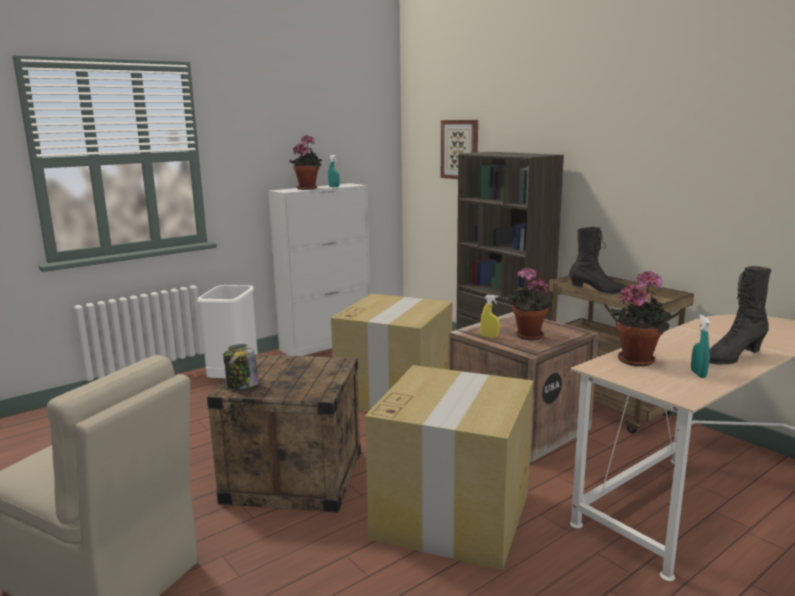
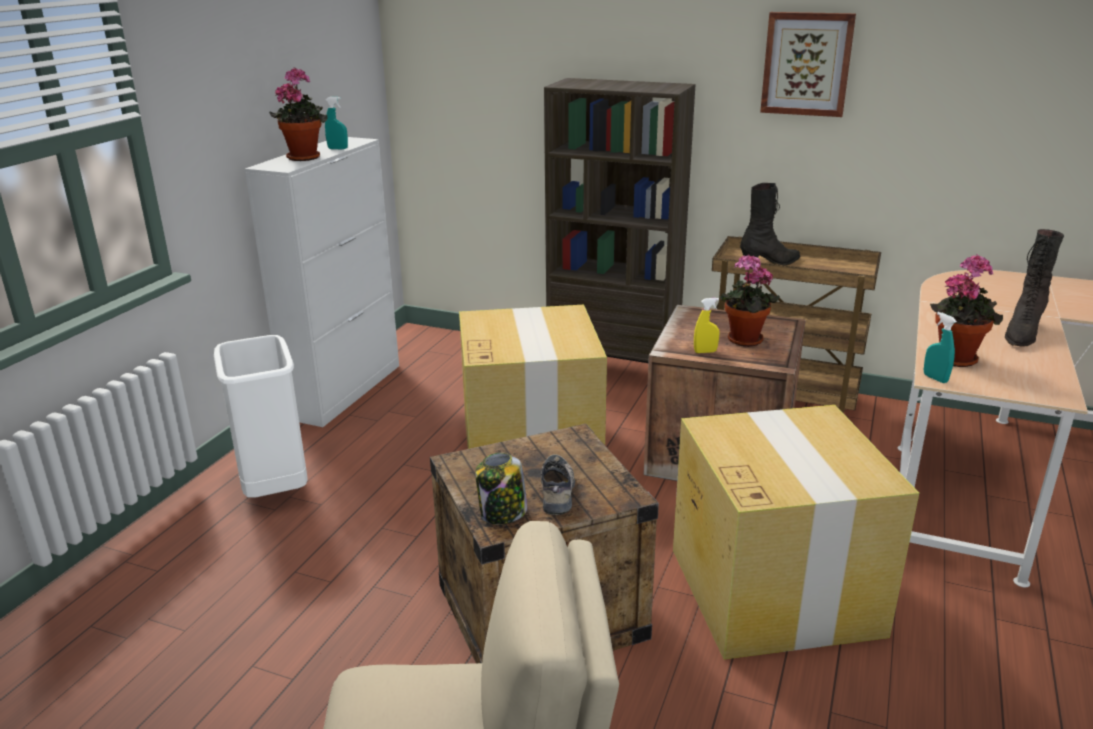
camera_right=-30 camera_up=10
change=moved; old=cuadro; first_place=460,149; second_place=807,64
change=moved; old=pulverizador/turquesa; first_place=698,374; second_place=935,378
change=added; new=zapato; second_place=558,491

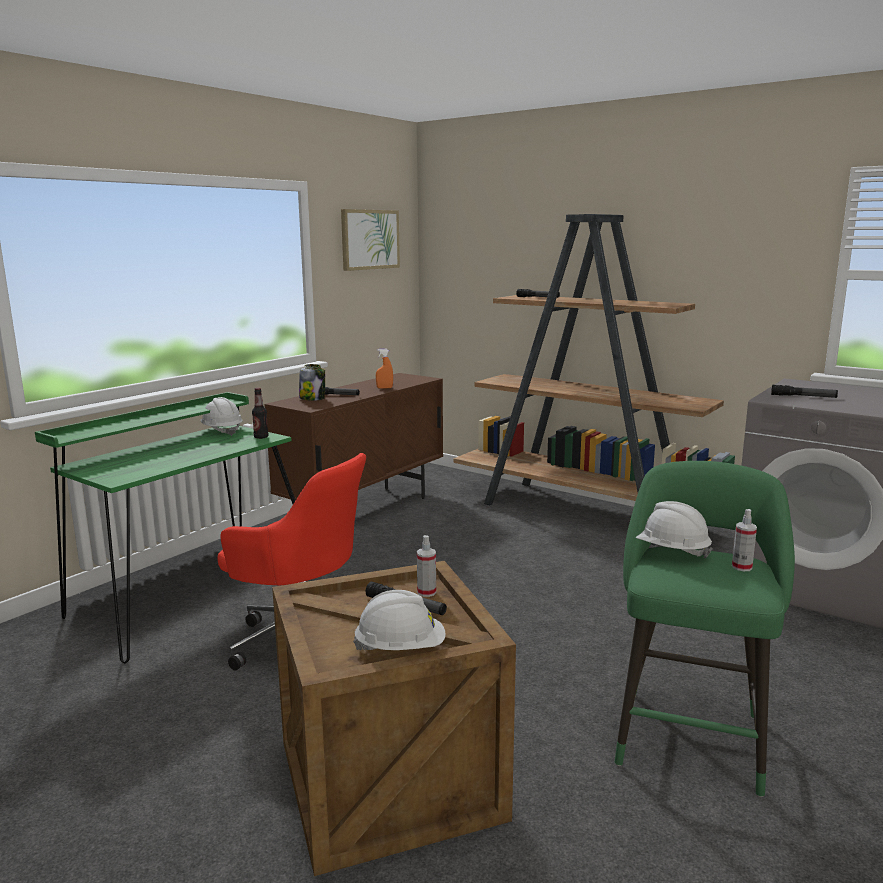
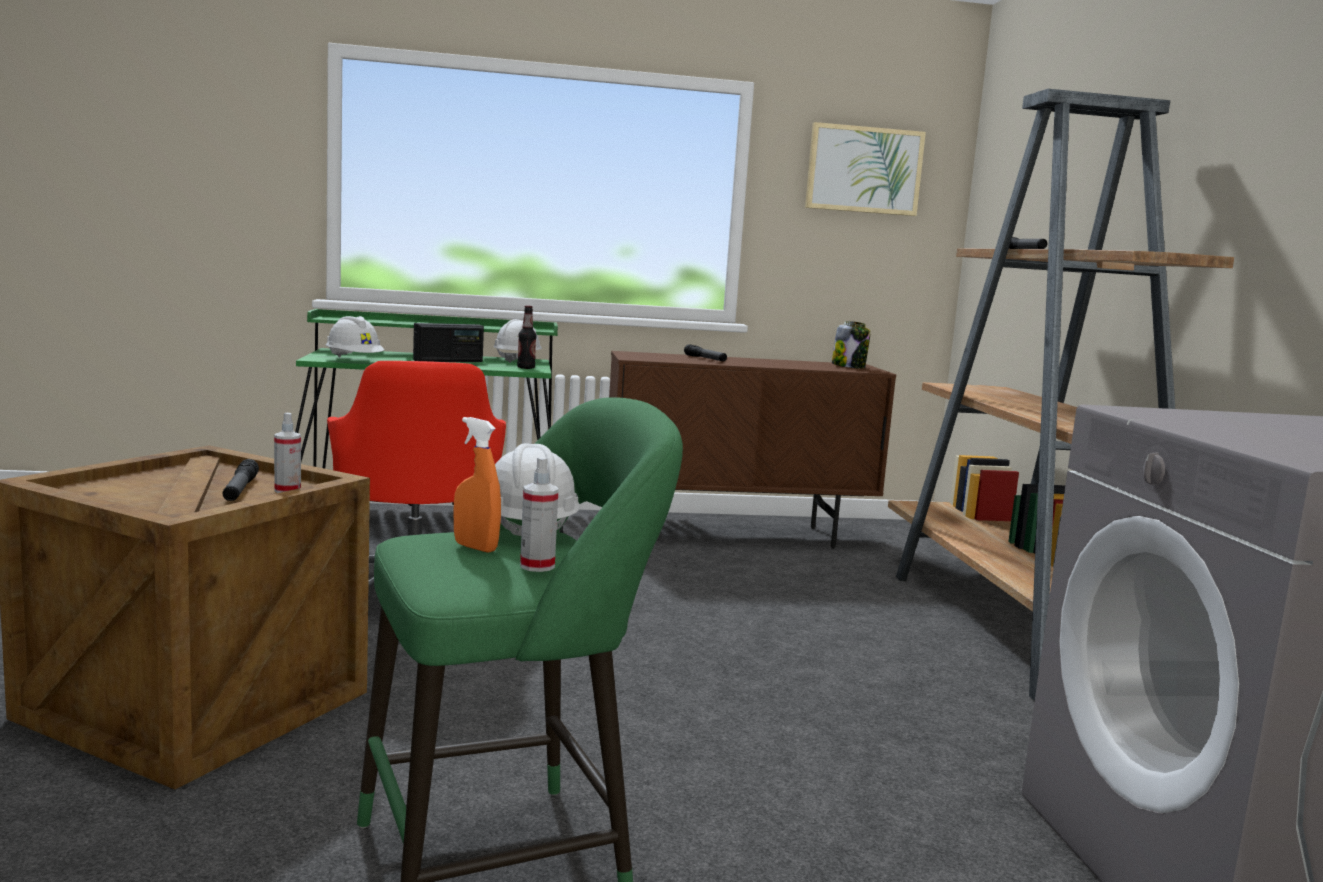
camera_right=45 camera_up=-5
change=moved; old=pulverizador/naranja; first_place=384,388; second_place=475,547
change=moved; old=tarro; first_place=312,398; second_place=849,366
change=removed; old=linterna; first_place=803,396
change=moved; old=casco/blanco; first_place=400,649; second_place=354,361
change=added; new=radio; second_place=448,361

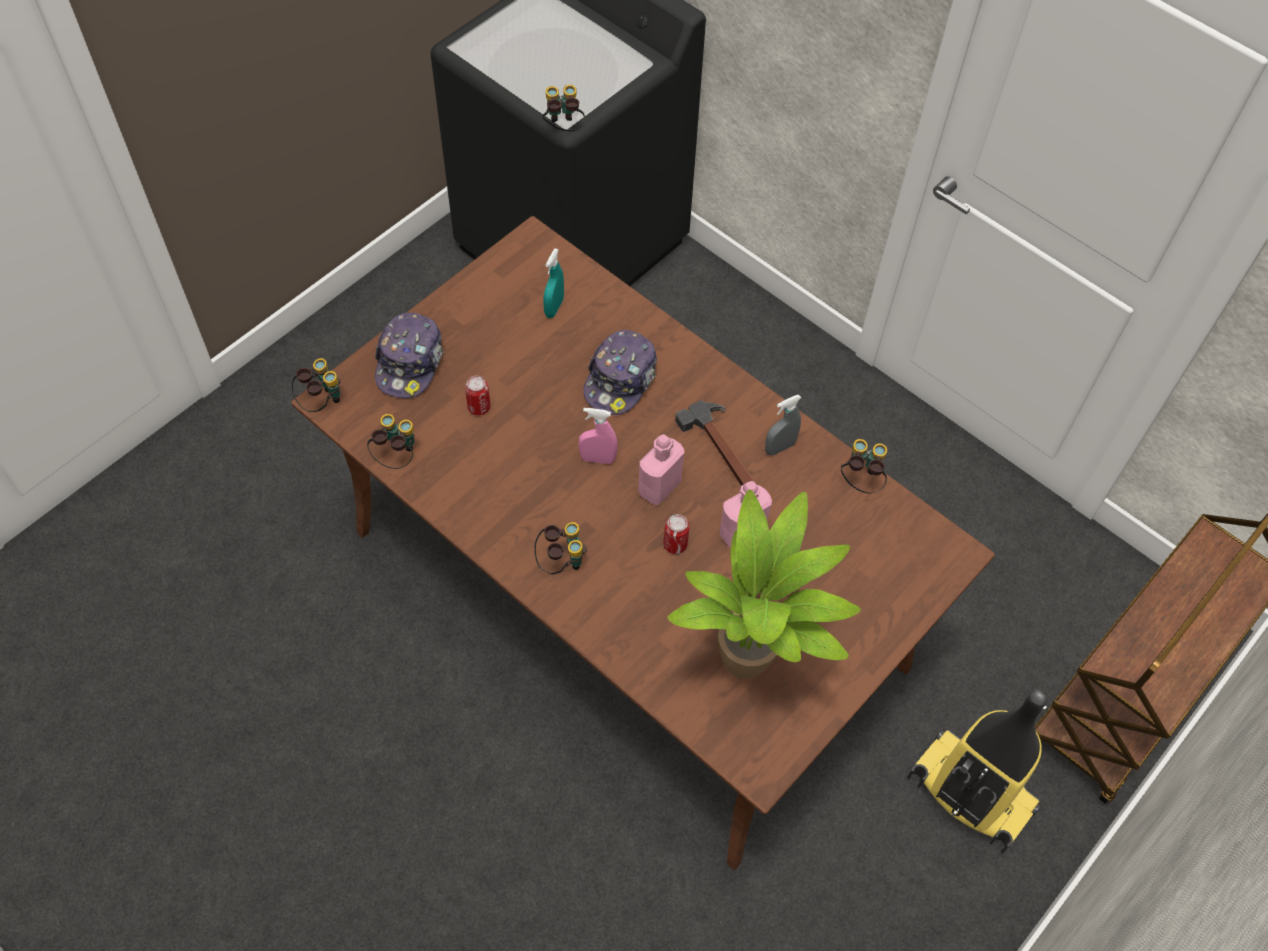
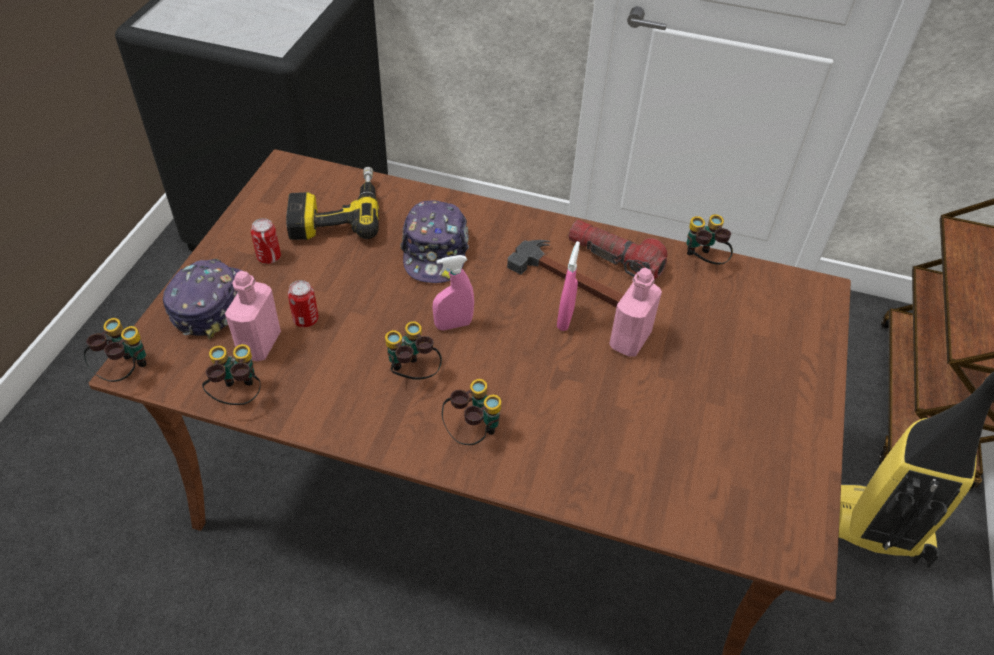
camera_right=-25 camera_up=-10
change=moved; old=prismáticos; first_place=563,128; second_place=412,374
change=replaced; old=pulverizador/turquesa; new=taladro; first_place=554,307; second_place=336,213
change=turned; old=gorra; first_place=410,363; second_place=211,303; degrees=-150
change=replaced; old=pulverizador/gris; new=linterna; first_place=779,447; second_place=615,259
change=moved; old=botella/rosa; first_place=659,487; second_place=259,344
change=removed; old=planta en maceta; first_place=751,665
change=moved; old=lata; first_place=675,544; second_place=269,257
change=added; new=pulverizador/rosa; second_place=565,319

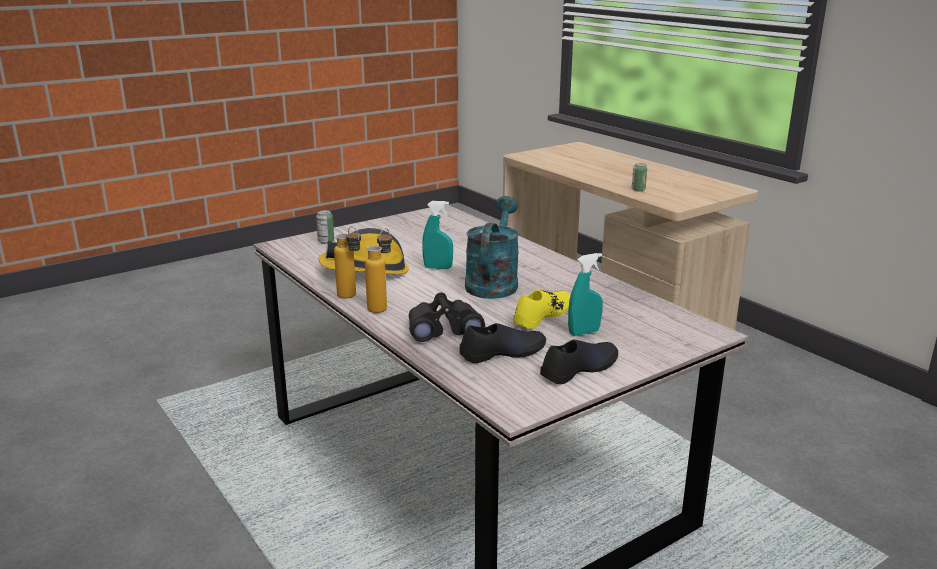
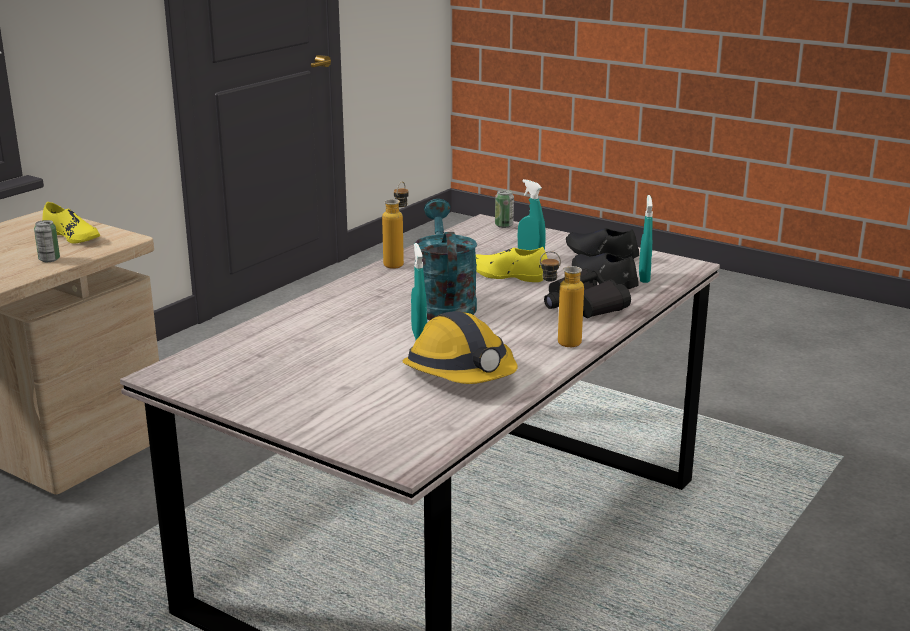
camera_right=-110 camera_up=0
change=turned; old=regadera/turquesa; first_place=493,282; second_place=443,303; degrees=90
change=moved; old=lata; first_place=326,241; second_place=504,225
change=moved; old=botella; first_place=351,297; second_place=397,263
change=added; new=pulverizador/turquesa; second_place=644,278
change=added; new=zapato/amarillo; second_place=72,236

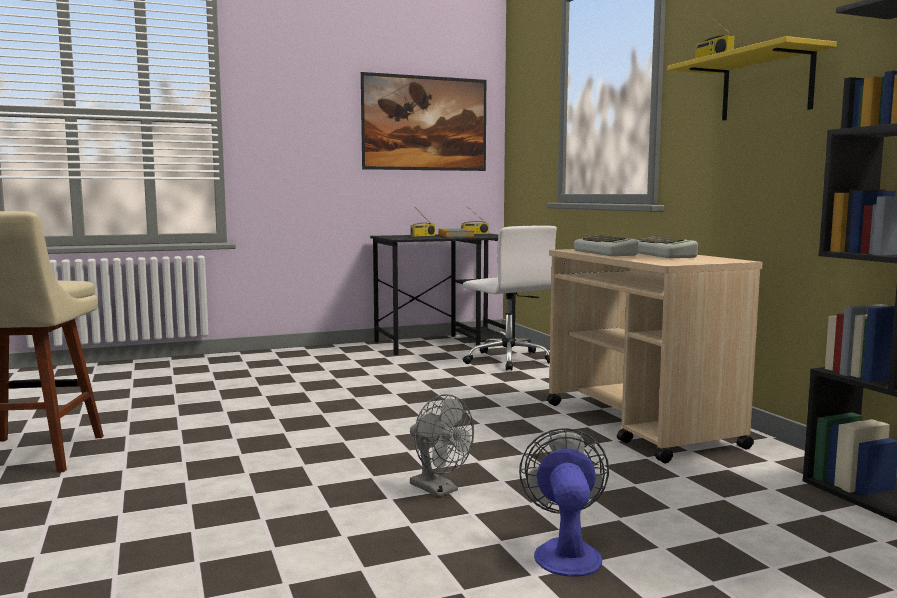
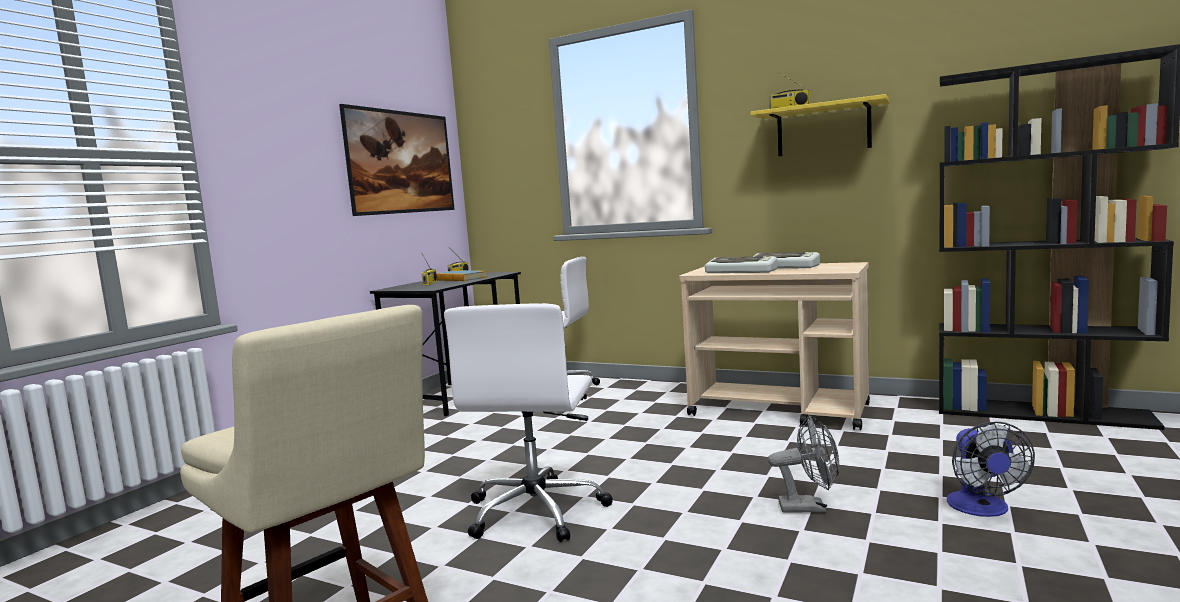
camera_right=-40 camera_up=0
change=turned; old=ventilador; first_place=565,552; second_place=982,509; degrees=-135
change=added; new=silla de oficina/blanco; second_place=537,511

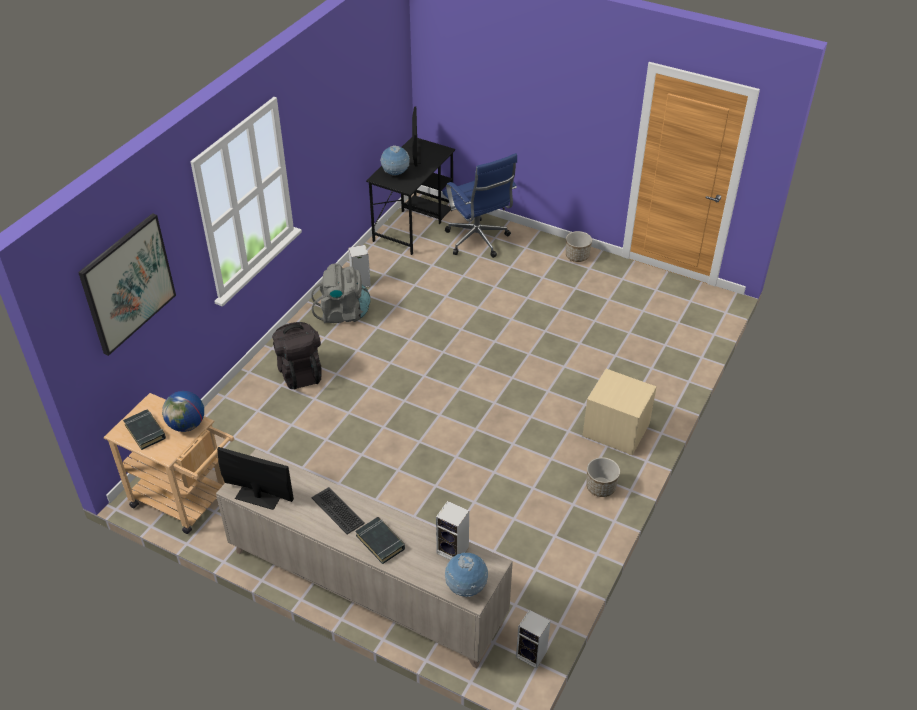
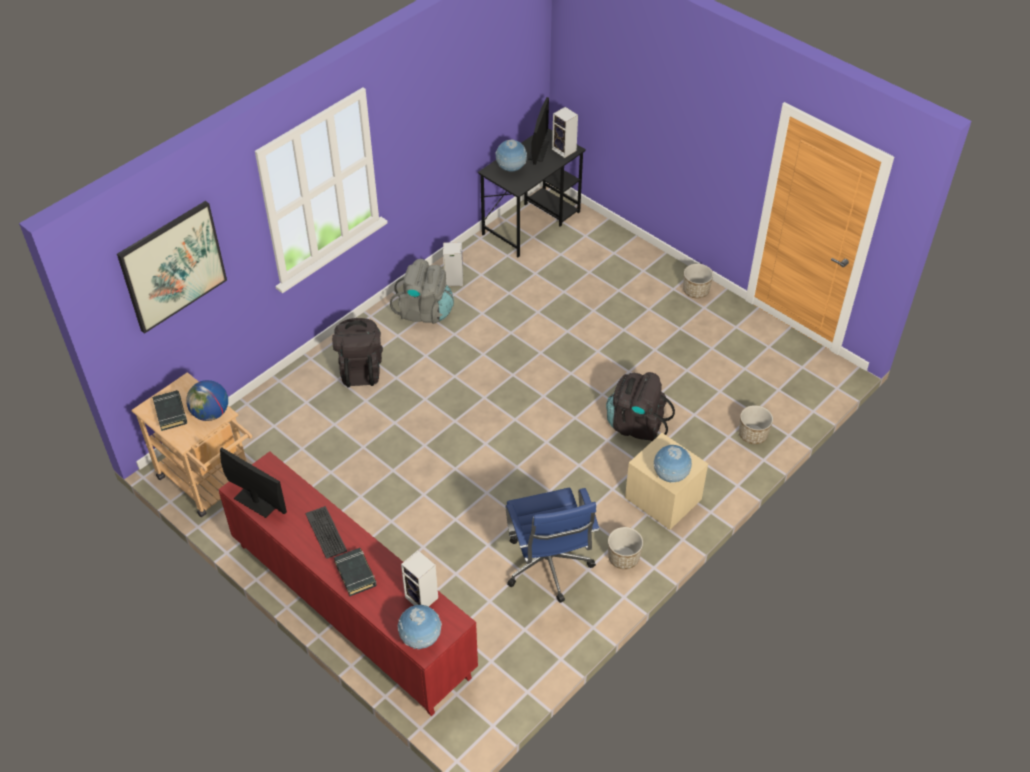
camera_right=15 camera_up=5
change=moved; old=silla de oficina/azul; first_place=478,241; second_place=549,568
change=recoloured; old=armario/beis; new=armario/rojo; first_place=366,588; second_place=351,610
change=moved; old=altavoz; first_place=532,654; second_place=565,150
change=added; new=mochila/negro; second_place=636,424
change=added; new=maceta; second_place=752,435
change=added; new=globo terráqueo; second_place=670,476

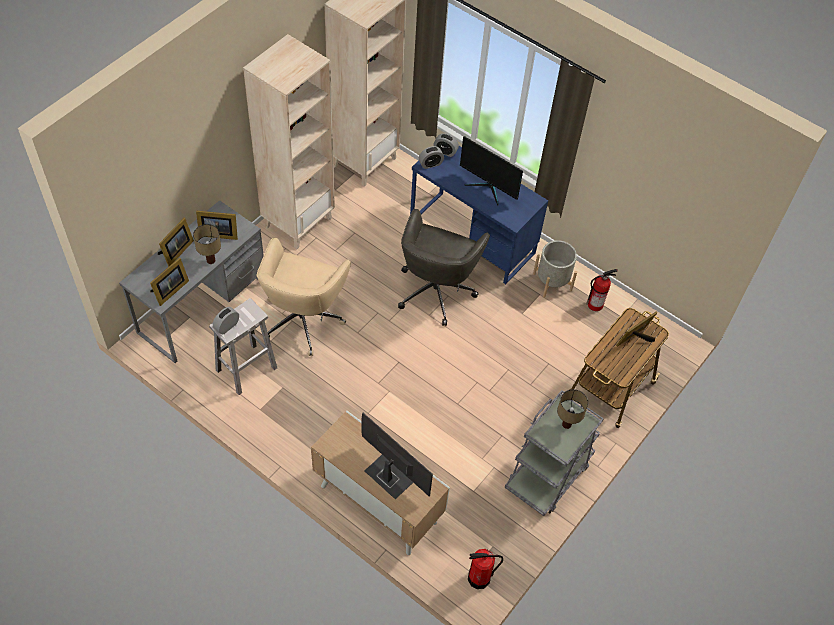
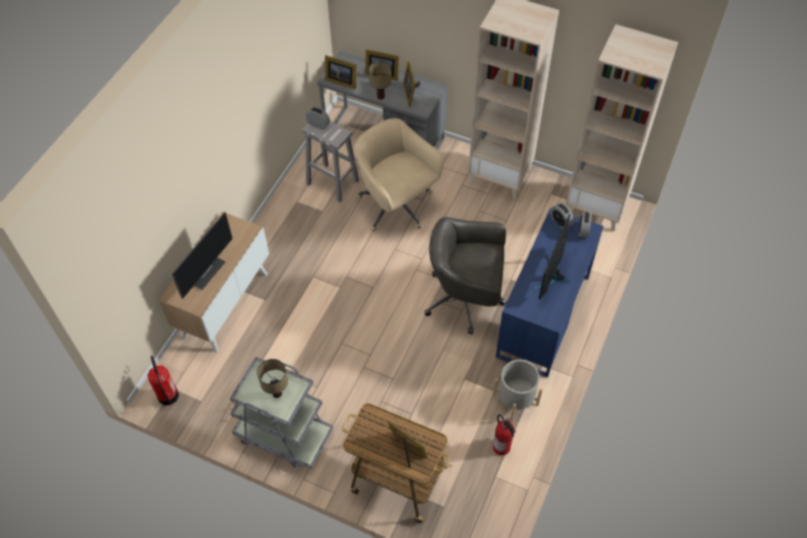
camera_right=80 camera_up=0
change=turned; old=silla de oficina/beis; first_place=303,318; second_place=396,207; degrees=45

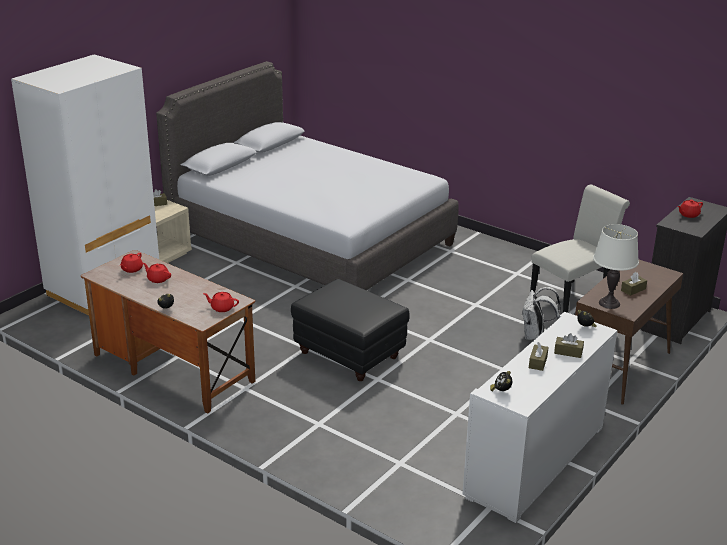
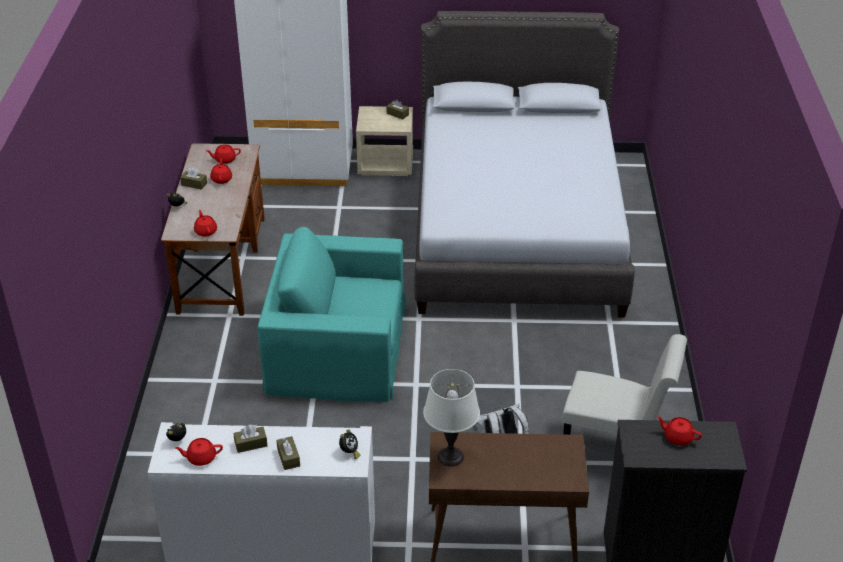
camera_right=55 camera_up=10
change=moved; old=caja de pañuelos/marrón; first_place=633,290; second_place=194,184
change=replaced; old=puf/negro; new=sillón/turquesa; first_place=348,355; second_place=337,347
change=added; new=tetera/rojo; second_place=201,458

